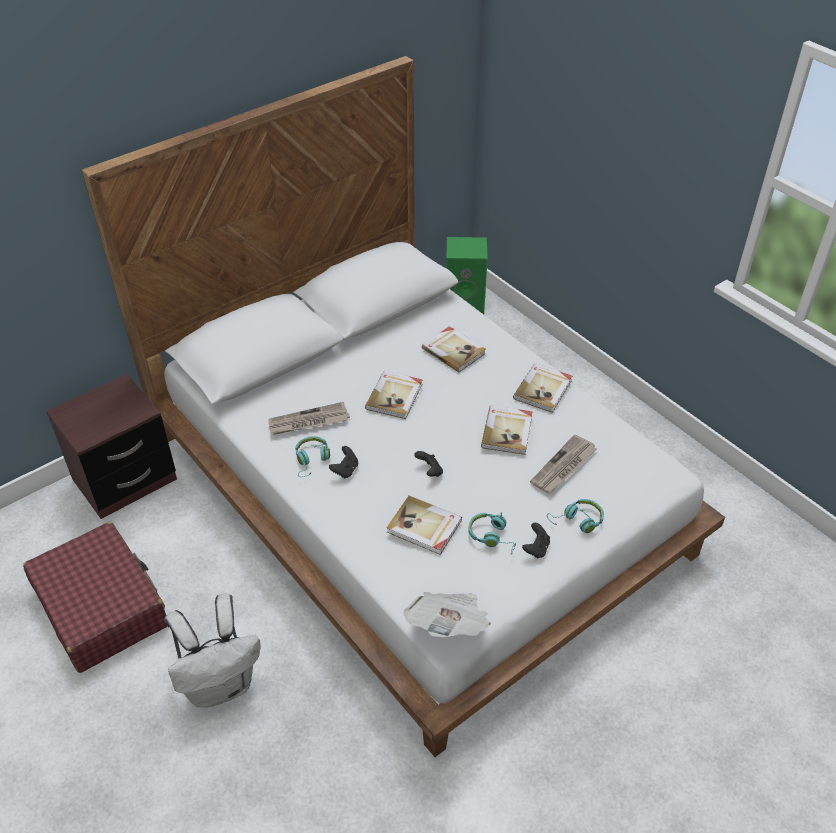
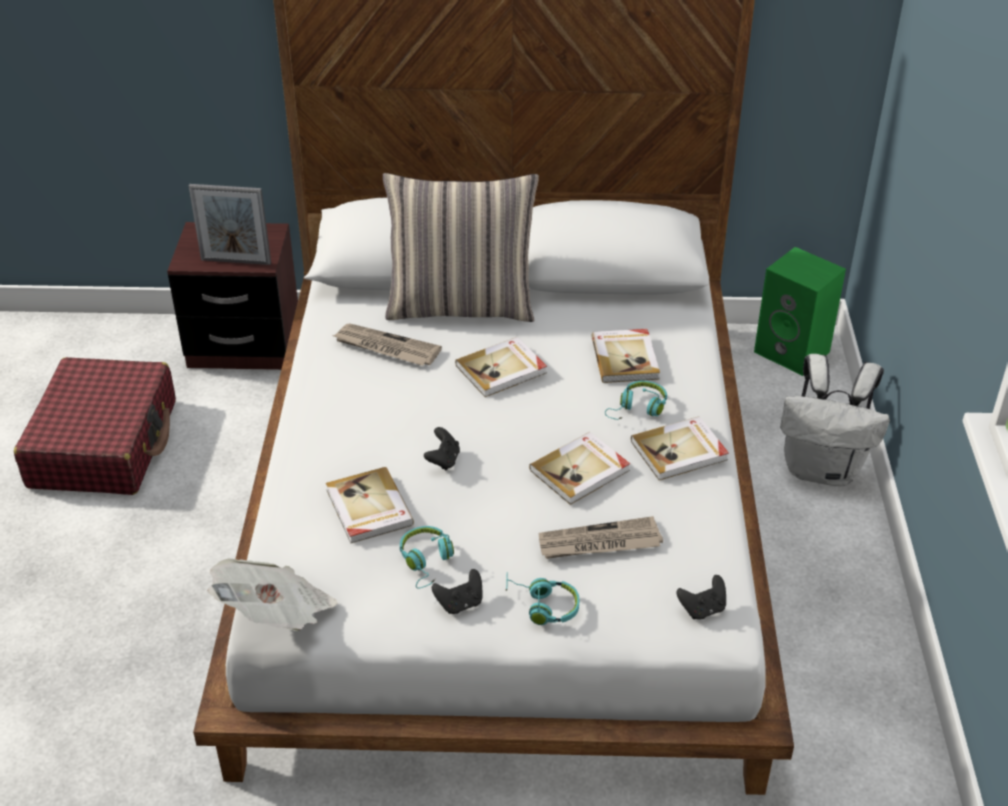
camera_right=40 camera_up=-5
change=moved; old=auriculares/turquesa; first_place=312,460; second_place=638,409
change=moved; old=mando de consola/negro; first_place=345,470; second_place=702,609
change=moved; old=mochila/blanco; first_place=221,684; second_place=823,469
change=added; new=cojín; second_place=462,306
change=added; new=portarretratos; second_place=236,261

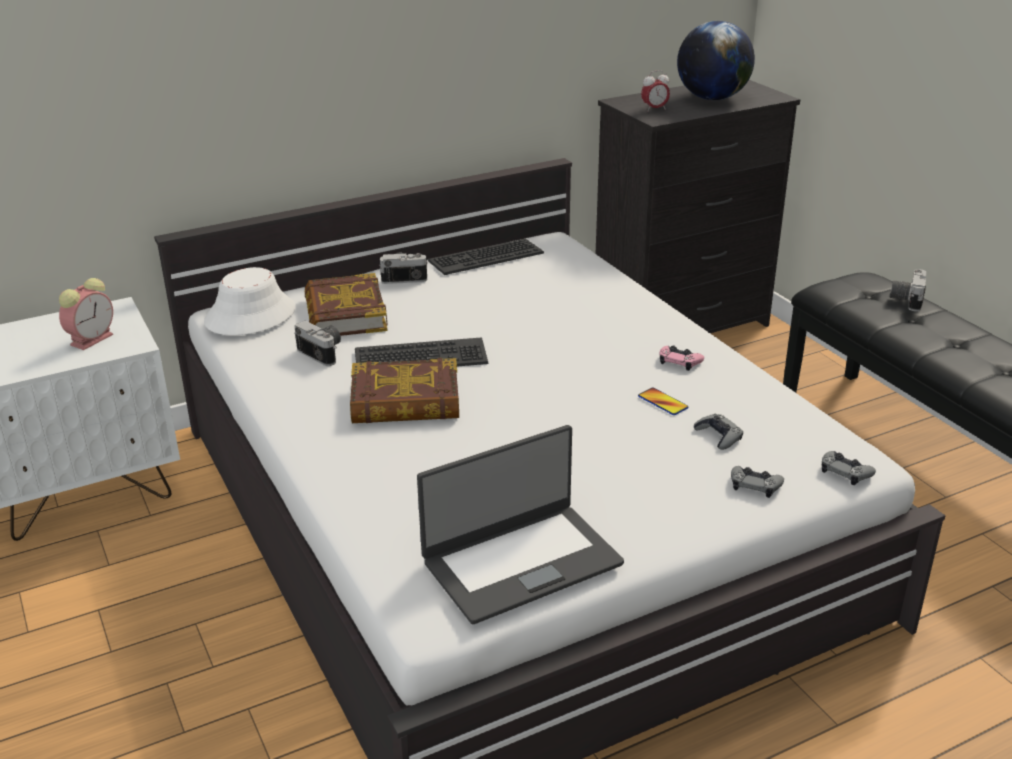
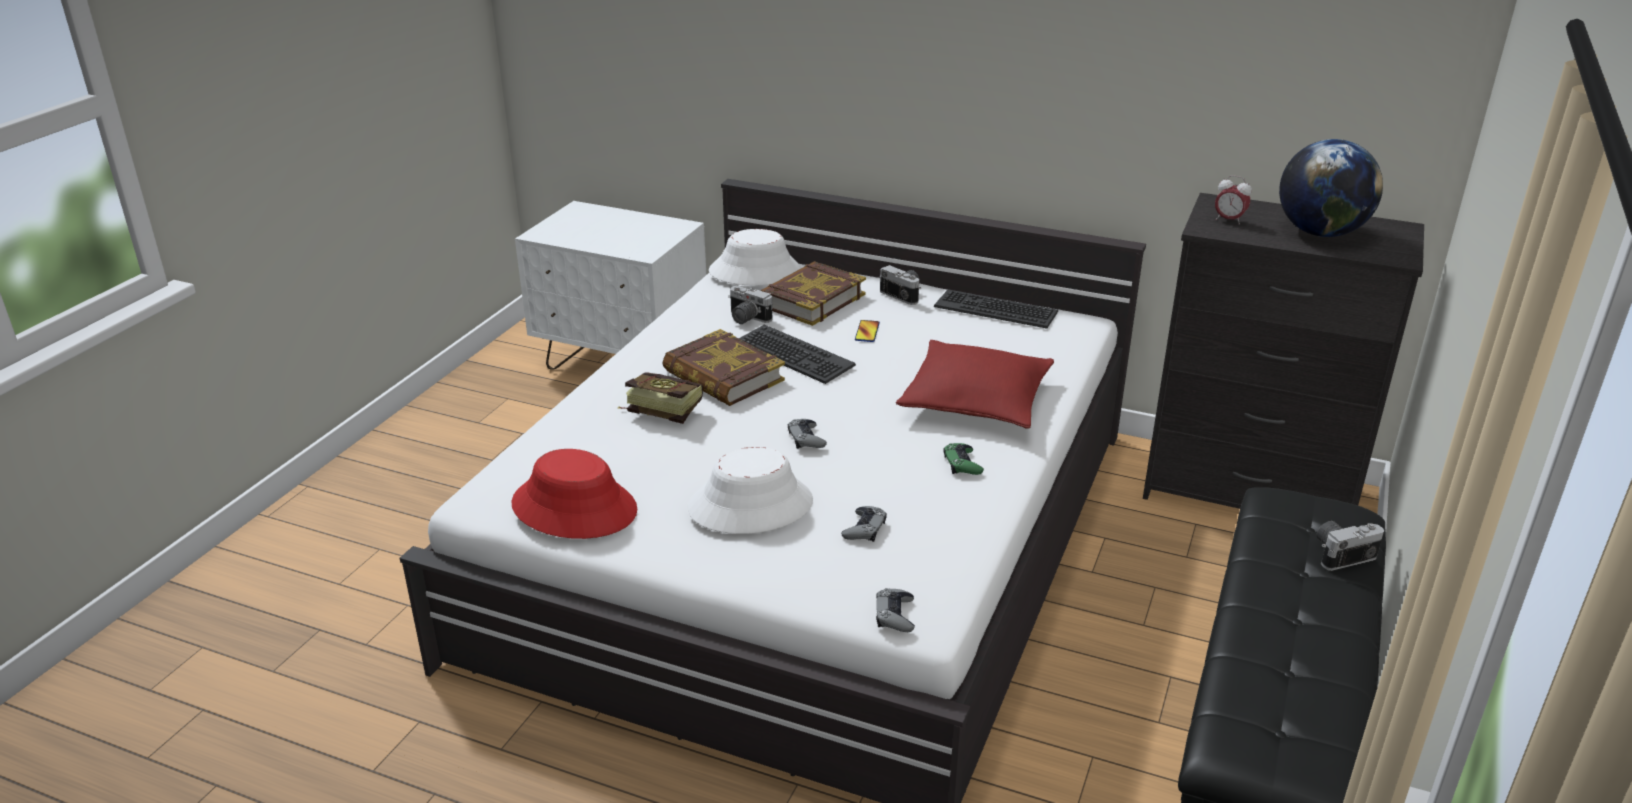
camera_right=50 camera_up=0
change=removed; old=despertador; first_place=93,339
change=turned; old=cámara; first_place=324,353; second_place=746,319; degrees=120
change=recoloured; old=mando de consola/rosa; new=mando de consola/verde; first_place=679,361; second_place=962,464
change=moved; old=móvil; first_place=662,402; second_place=867,332
change=replaced; old=portátil; new=sombrero/rojo; first_place=521,562; second_place=575,507
change=moved; old=mando de consola/gris; first_place=755,485; second_place=806,438
change=added; new=cojín/rojo; second_place=975,400
change=added; new=libro; second_place=658,411
change=added; new=sombrero/blanco; second_place=750,505

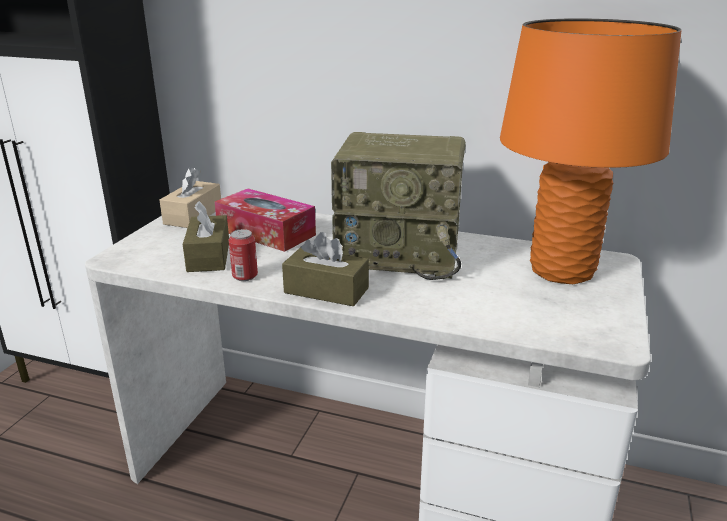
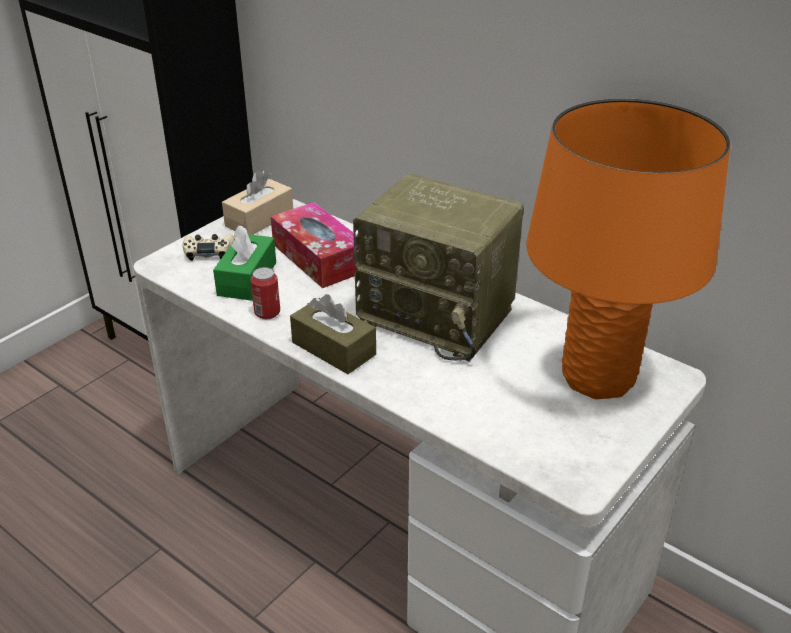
camera_right=20 camera_up=10
change=recoloured; old=caja de pañuelos/marrón; new=caja de pañuelos/verde; first_place=208,256; second_place=247,279
change=added; new=mando de consola/beis; second_place=208,252

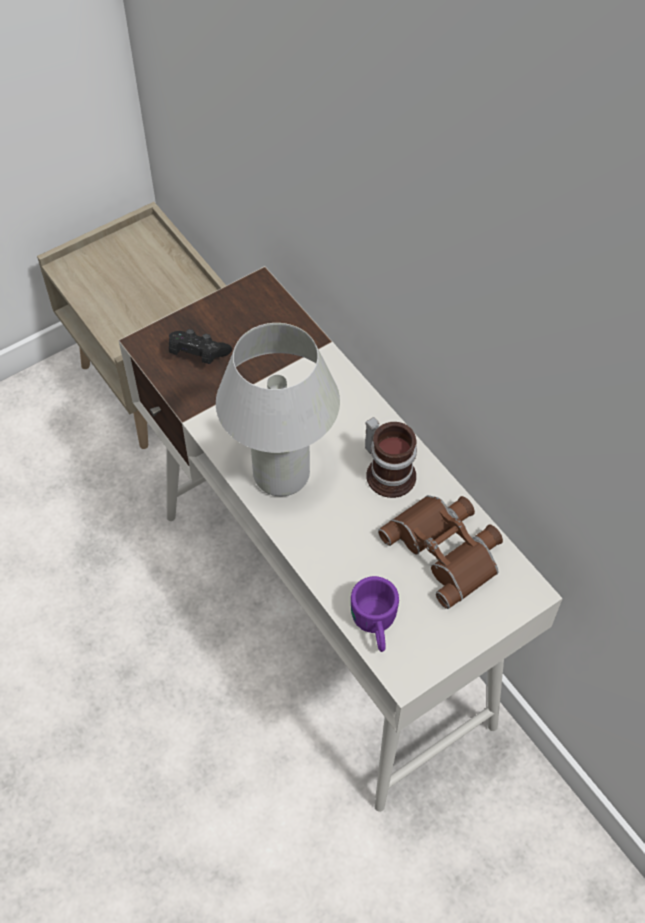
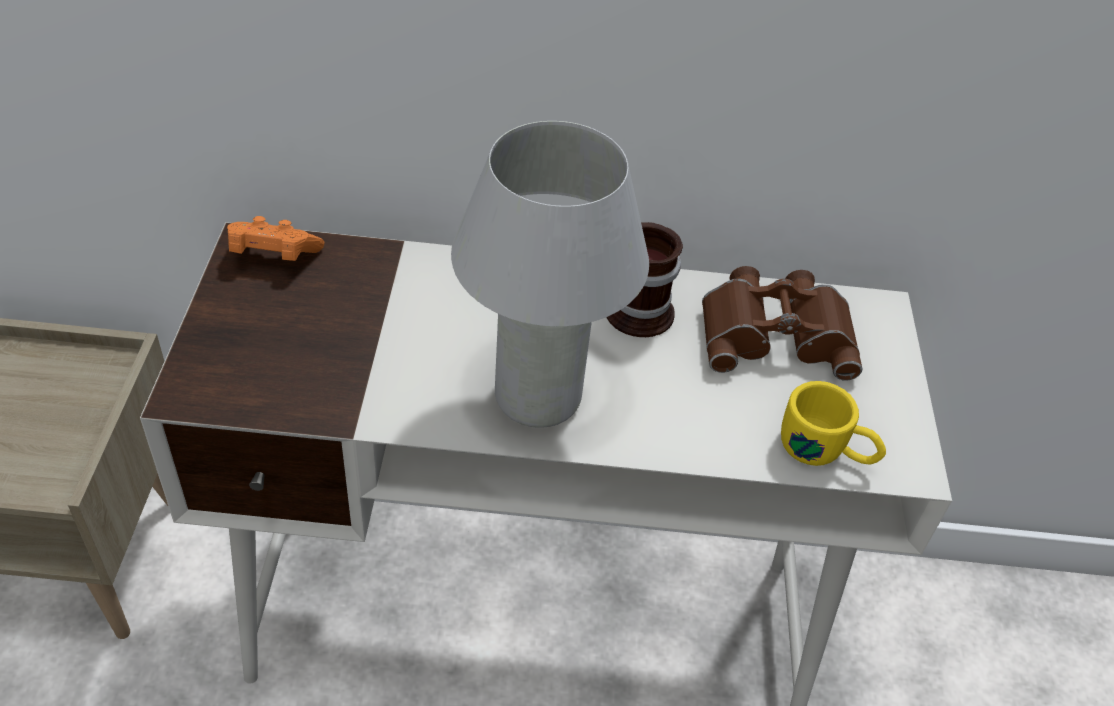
camera_right=-55 camera_up=-10
change=removed; old=mando de consola/negro; first_place=197,354
change=recoloured; old=taza grande/morado; new=taza grande/amarillo; first_place=375,626; second_place=826,452
change=added; new=mando de consola/naranja; second_place=273,256

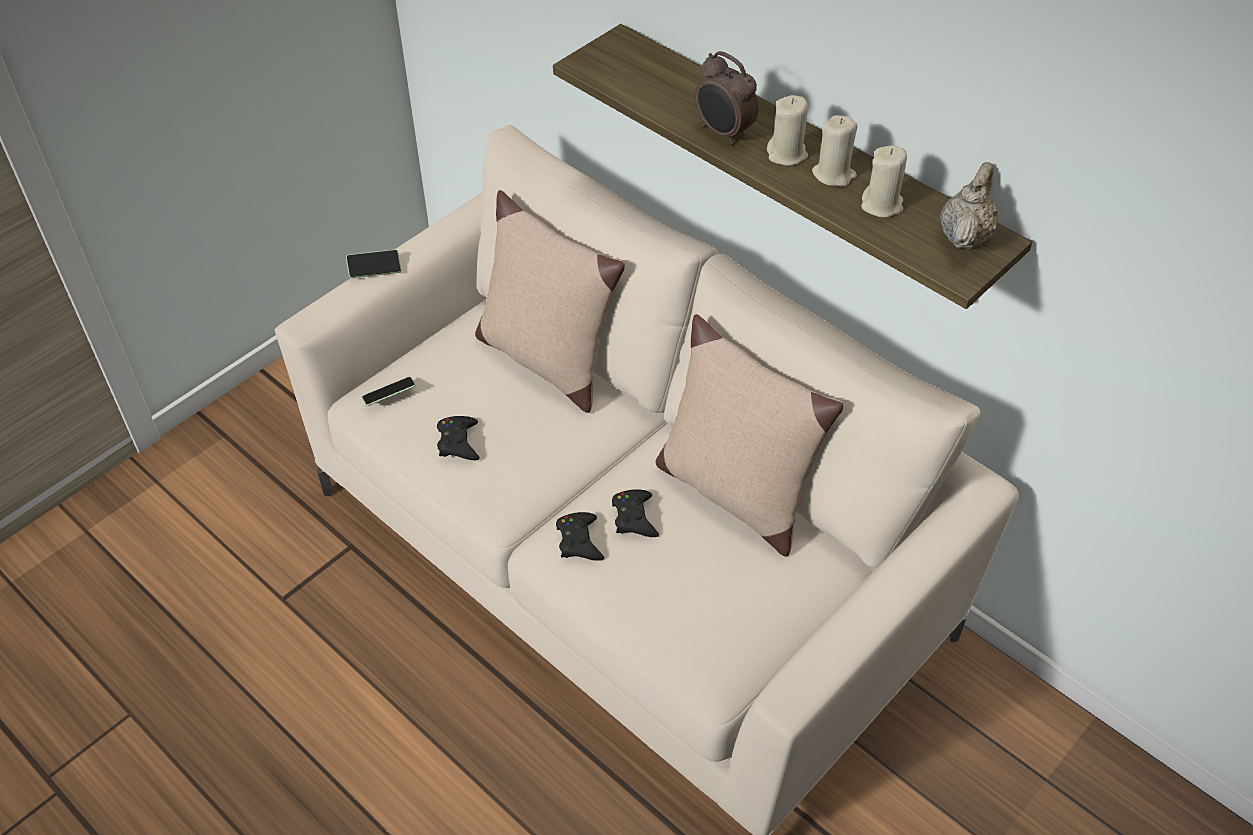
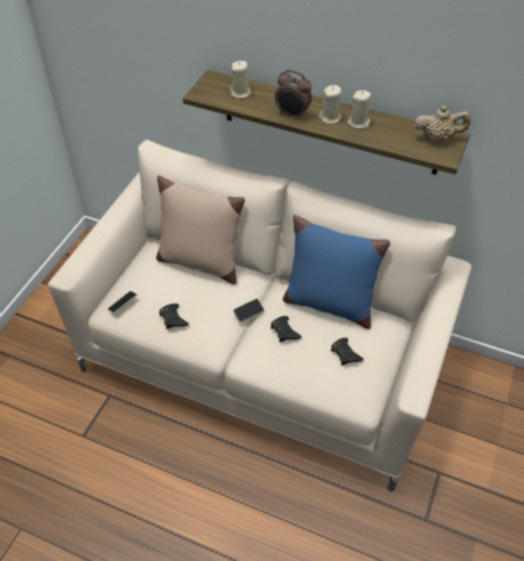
camera_right=-20 camera_up=0
change=moved; old=vela/beis; first_place=882,205; second_place=240,93
change=turned; old=tetera/beis; first_place=964,236; second_place=437,138; degrees=90
change=moved; old=móvil; first_place=374,269; second_place=248,313
change=recoloured; old=cojín/beis; new=cojín/azul; first_place=734,491; second_place=328,303
change=moved; old=mando de consola/negro; first_place=579,541; second_place=345,354

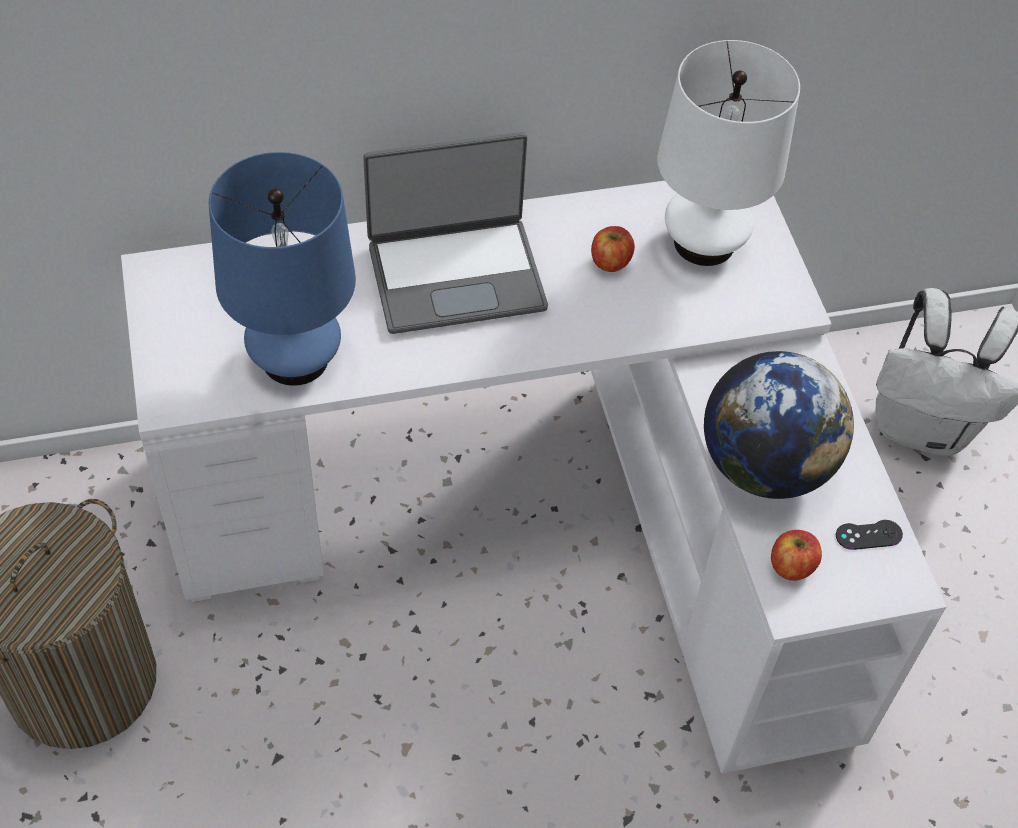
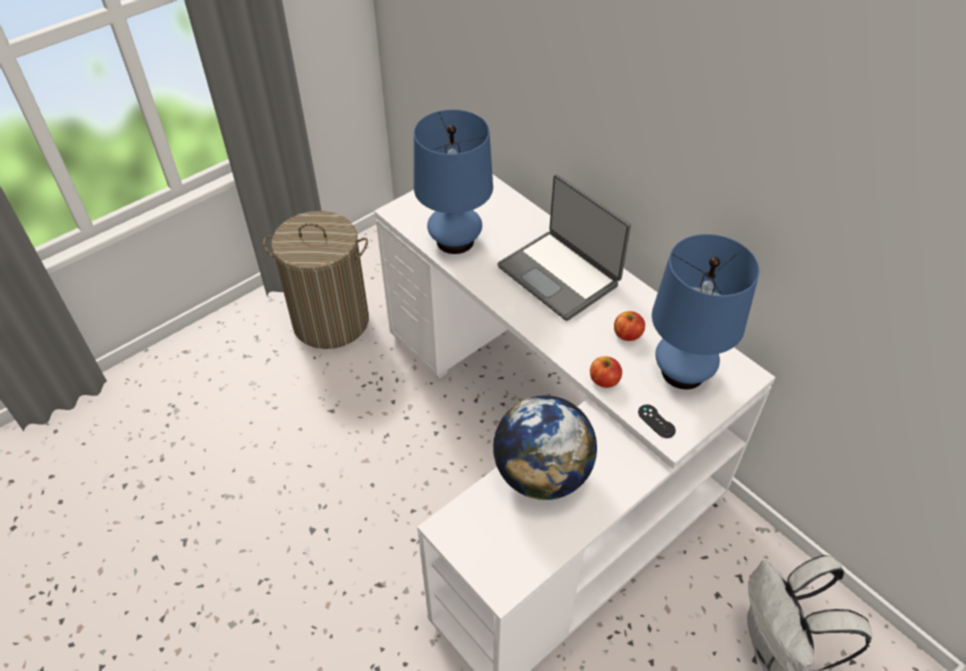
camera_right=65 camera_up=-5
change=recoloured; old=lámpara de mesa/blanco; new=lámpara de mesa/azul; first_place=704,243; second_place=683,372
change=moved; old=mando de consola/negro; first_place=868,535; second_place=656,421
change=moved; old=manzana; first_place=791,566; second_place=604,380

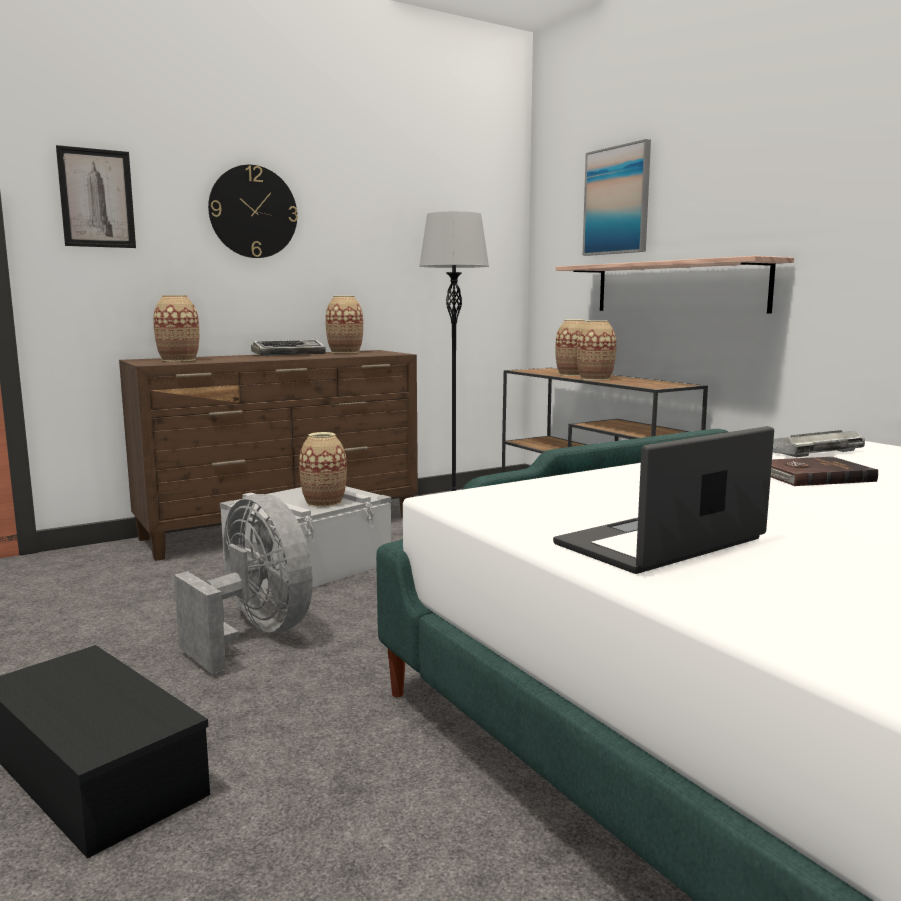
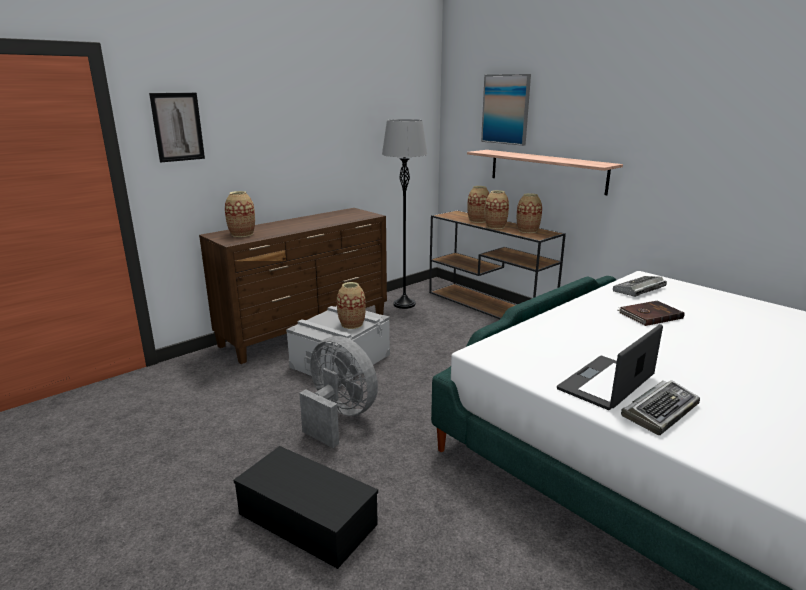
camera_right=-10 camera_up=10
change=removed; old=reloj de pared; first_place=253,212
change=moved; old=florero; first_place=345,352; second_place=527,230
change=moved; old=teclado; first_place=289,354; second_place=660,411

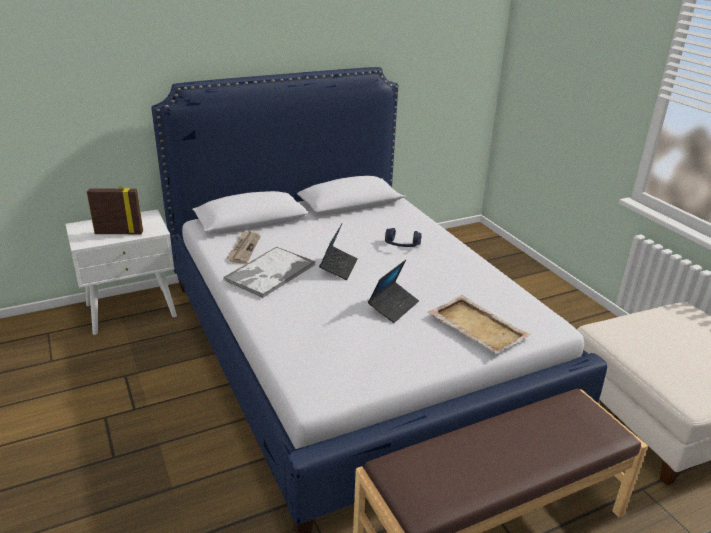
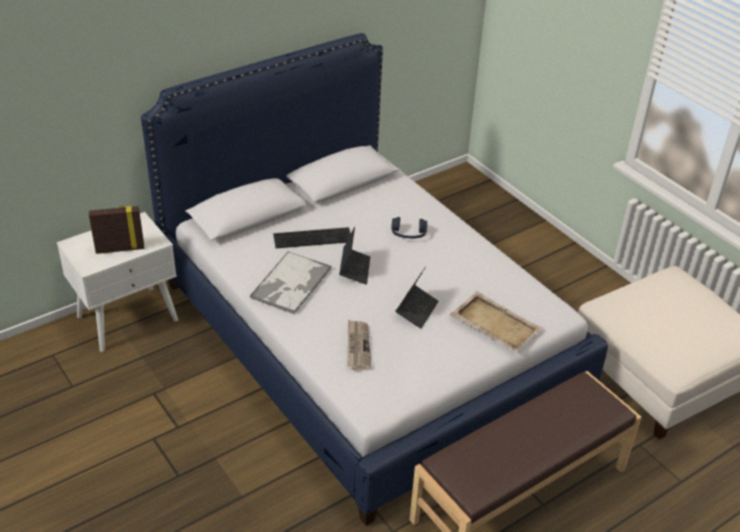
camera_right=-10 camera_up=10
change=moved; old=periódico; first_place=244,248; second_place=357,346
change=added; new=teclado; second_place=313,237

